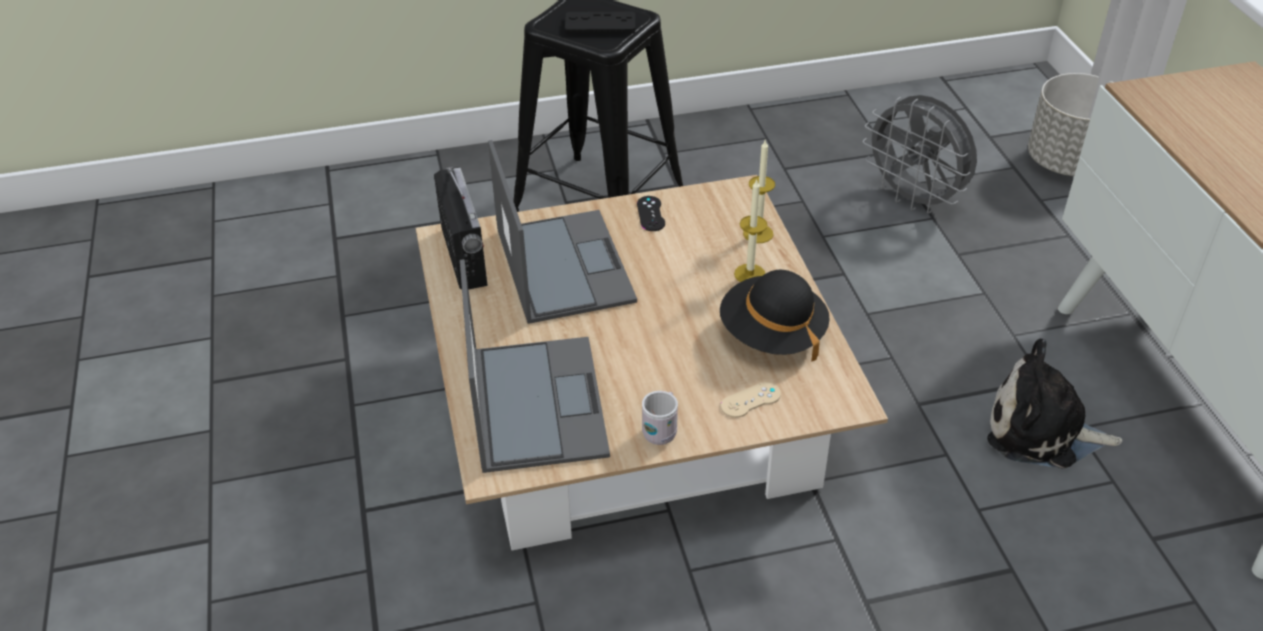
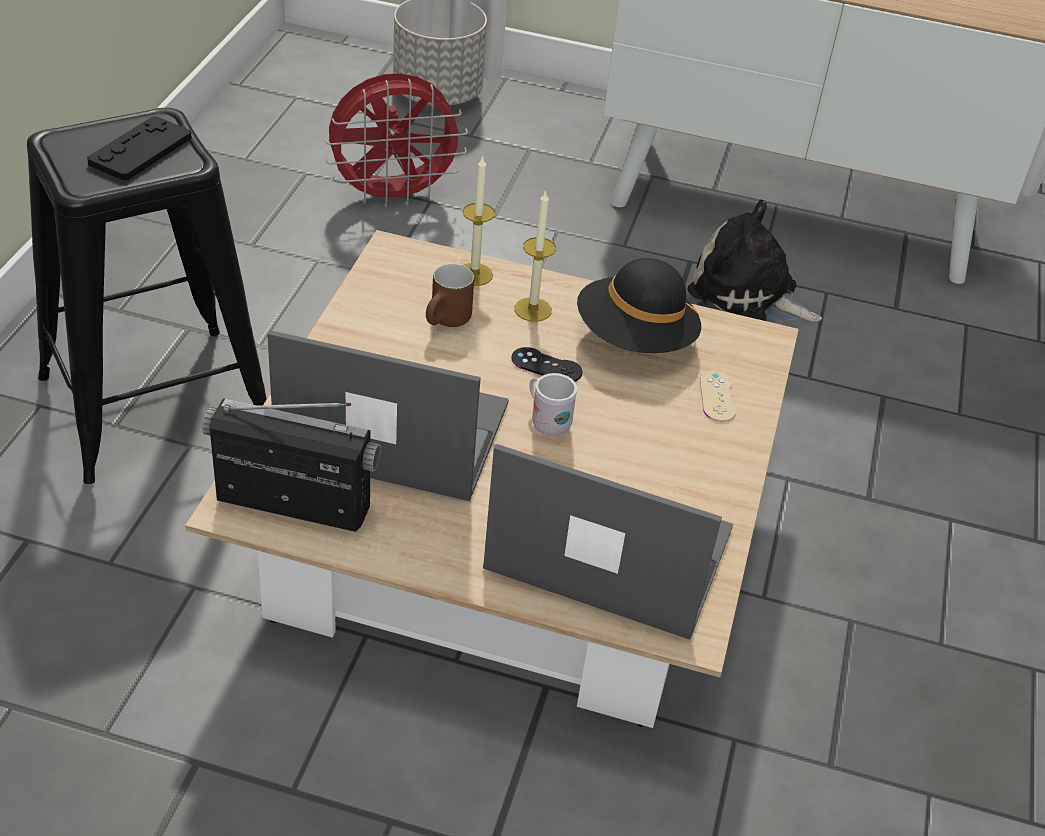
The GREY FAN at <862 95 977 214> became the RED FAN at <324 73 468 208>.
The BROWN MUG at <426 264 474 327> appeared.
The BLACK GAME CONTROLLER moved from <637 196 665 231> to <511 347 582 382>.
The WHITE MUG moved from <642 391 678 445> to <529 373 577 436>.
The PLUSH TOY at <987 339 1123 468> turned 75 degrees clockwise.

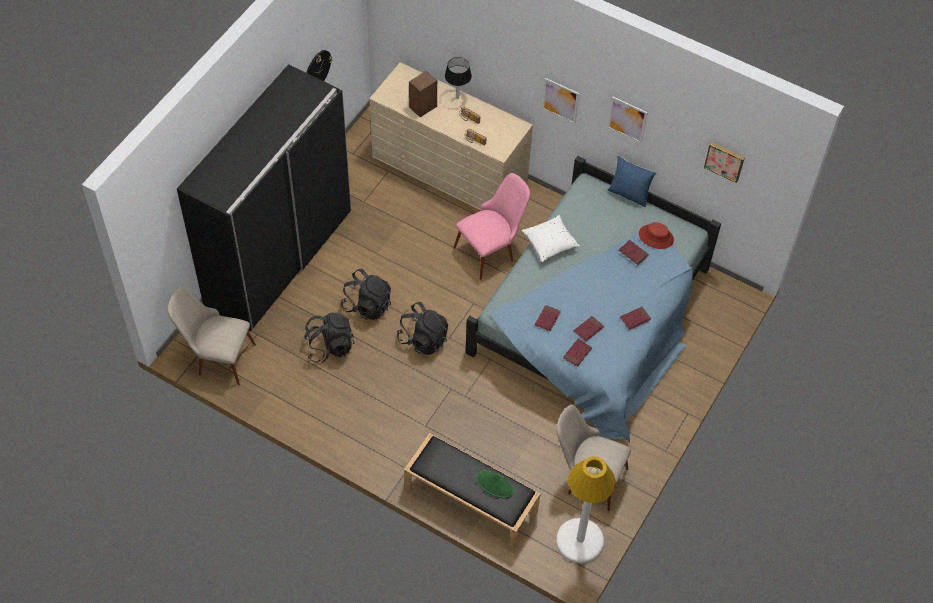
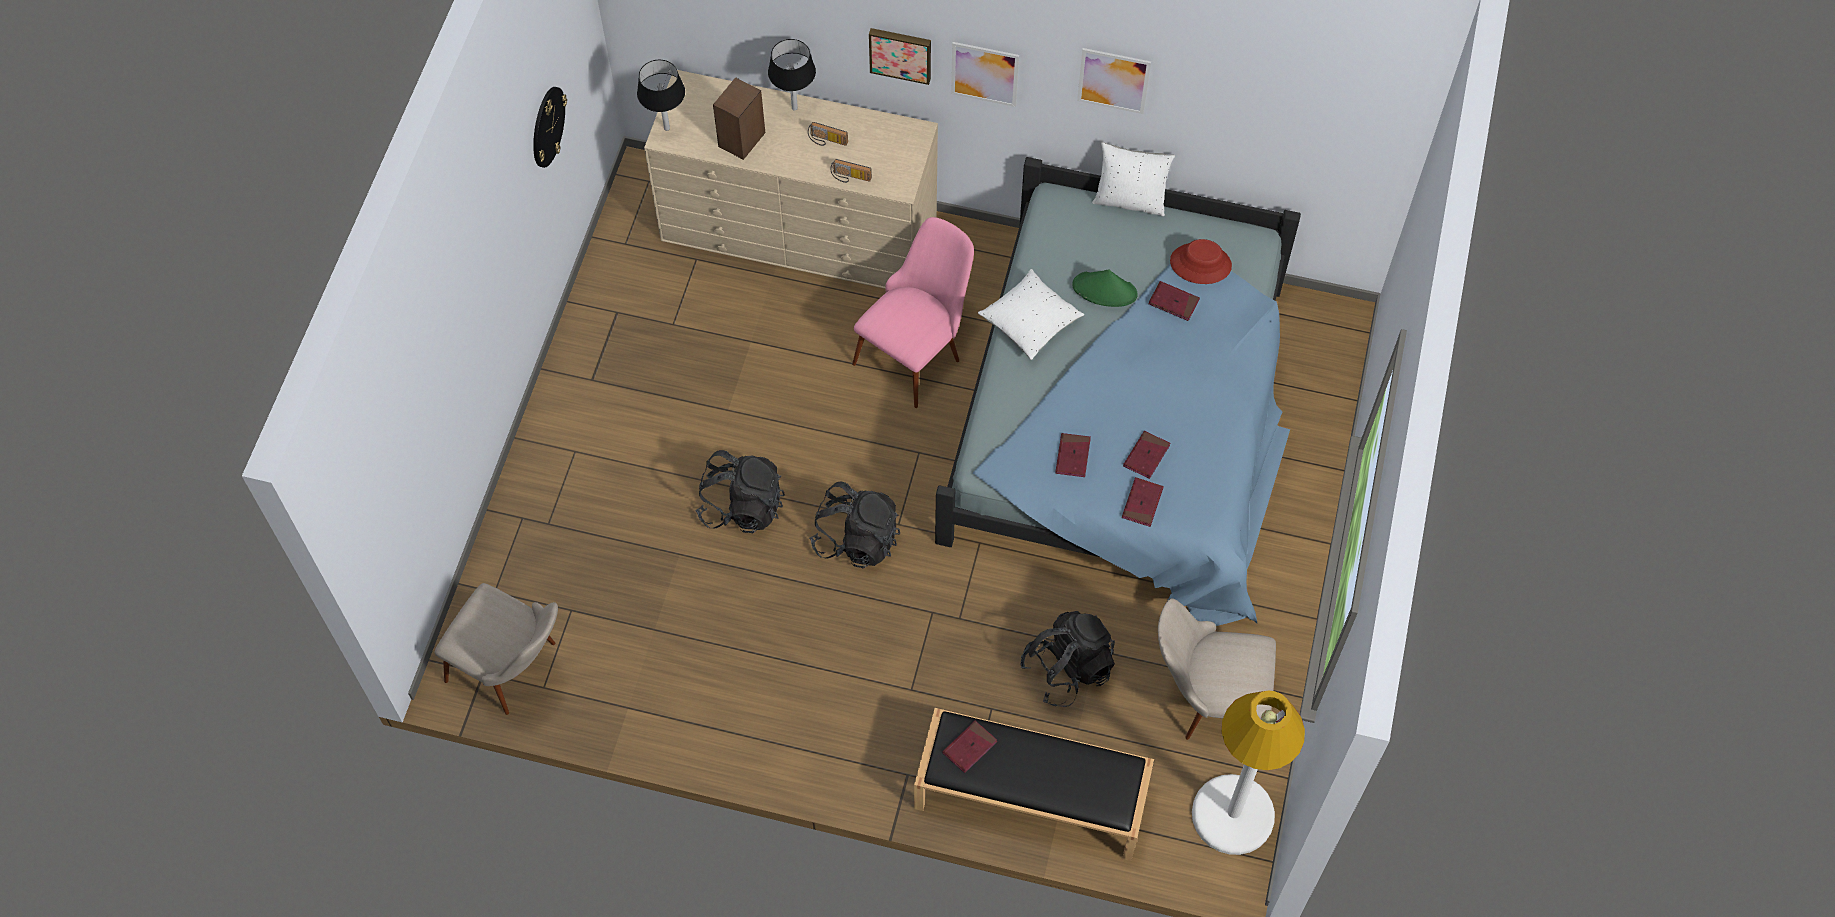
The BEIGE CHAIR at <168 287 256 385> turned 150 degrees counterclockwise.
The BLACK TABLE LAMP at <637 60 685 131> appeared.
The PICTURE moved from <704 142 745 183> to <869 28 931 85>.
The RED BOOK moved from <620 307 651 330> to <943 721 997 773>.
The BLACK BACKPACK moved from <304 313 355 363> to <1020 611 1115 707>.
The GREEN HAT moved from <476 470 514 498> to <1072 269 1138 307>.
The BLUE PILLOW at <607 156 657 207> became the WHITE PILLOW at <1092 142 1175 216>.
The BLACK WARDROBE at <177 64 351 331> disappeared.

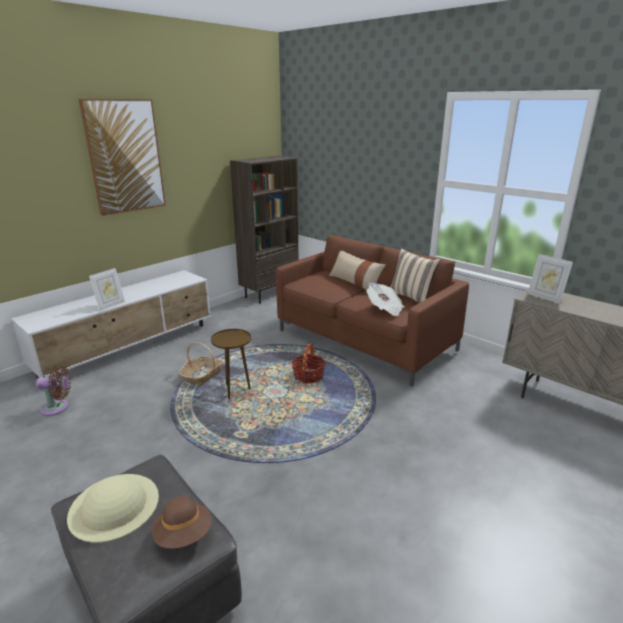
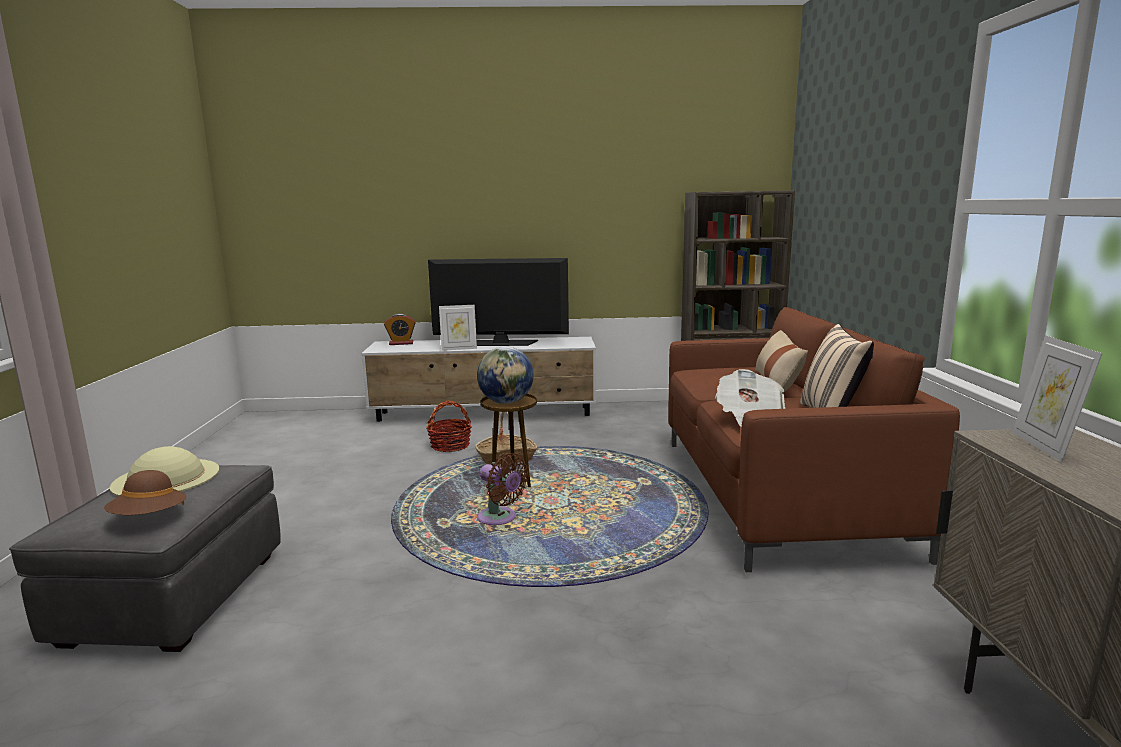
The ALARM CLOCK at <384 314 415 345> appeared.
The BASKET moved from <292 343 326 384> to <426 401 471 452>.
The TELEVISION at <428 258 569 346> appeared.
The GLOBE at <477 346 534 404> appeared.
The BROWN FAN moved from <36 365 71 416> to <477 453 528 525>.
The PICTURE at <79 99 166 216> disappeared.

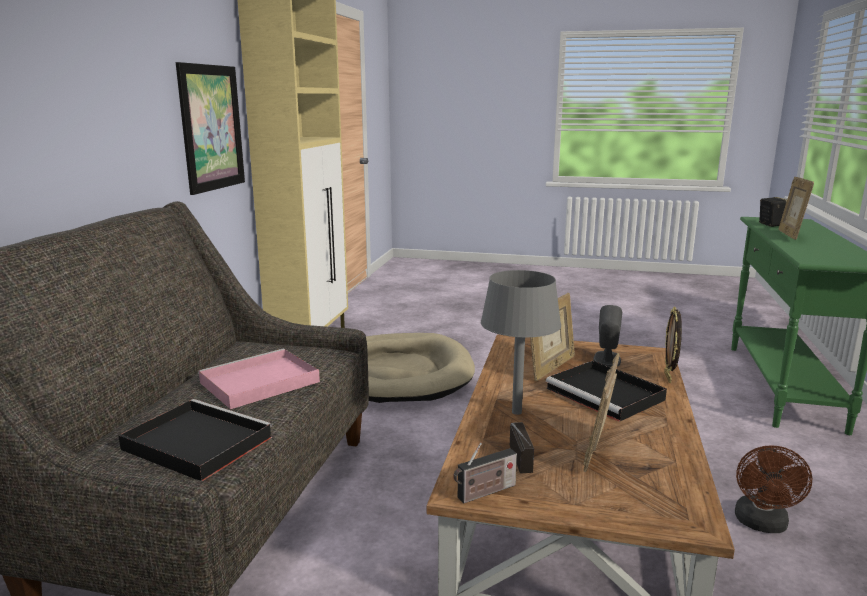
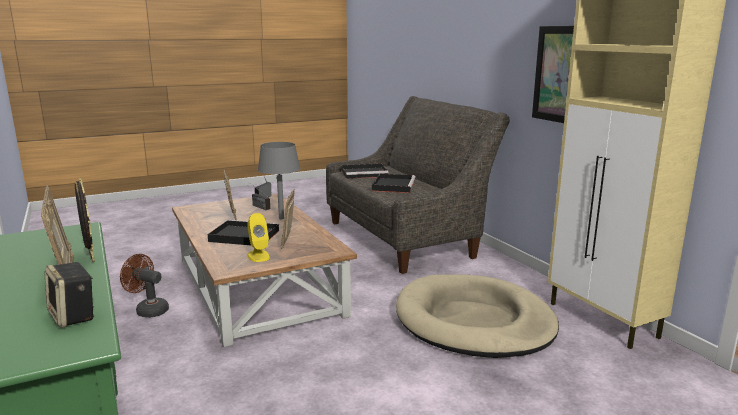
The PICTURE FRAME moved from <664 307 682 383> to <75 178 95 262>.
The BROWN FAN at <735 445 812 533> turned 45 degrees counterclockwise.
The GREY SPEAKER at <593 305 622 367> became the YELLOW SPEAKER at <247 213 270 262>.
The PINK TRAY at <198 348 320 409> became the BLACK TRAY at <372 174 416 193>.

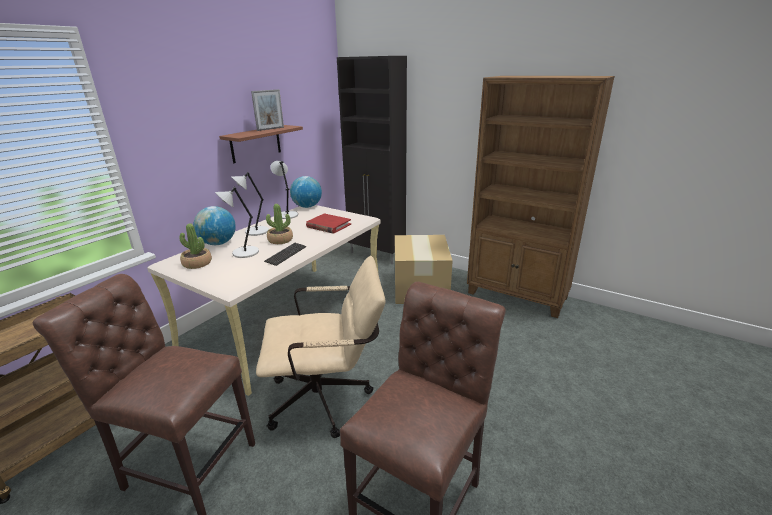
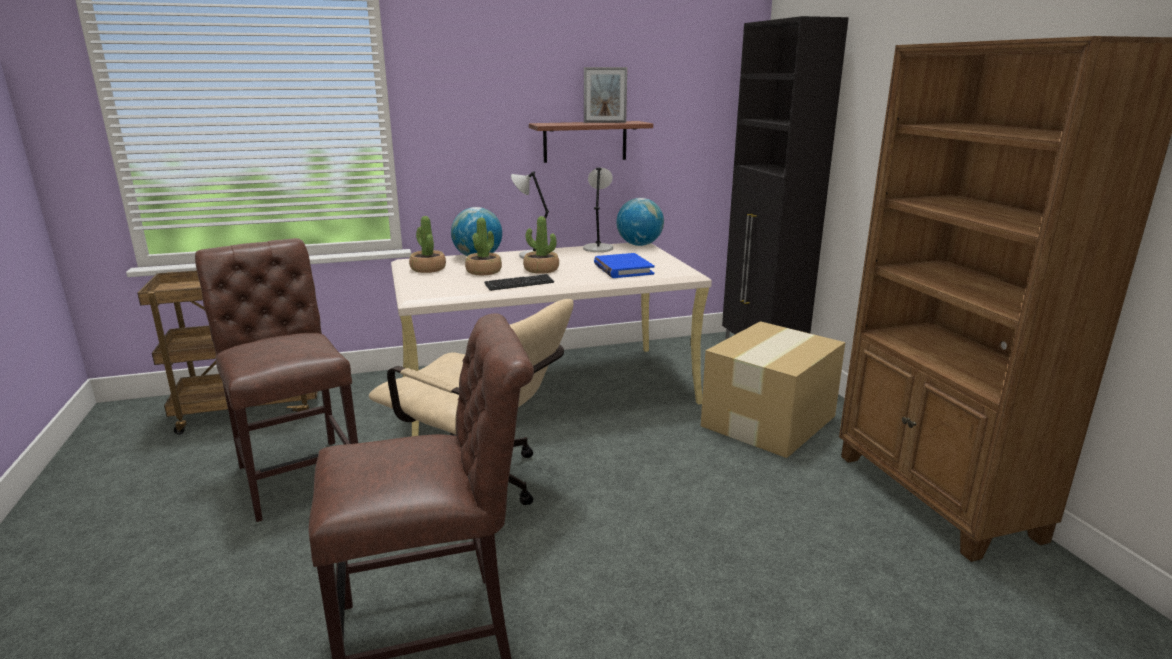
The GREY TABLE LAMP at <215 187 259 258> was replaced by the POTTED PLANT at <465 218 502 275>.
The RED BOOK at <306 213 351 234> became the BLUE BOOK at <594 253 655 278>.

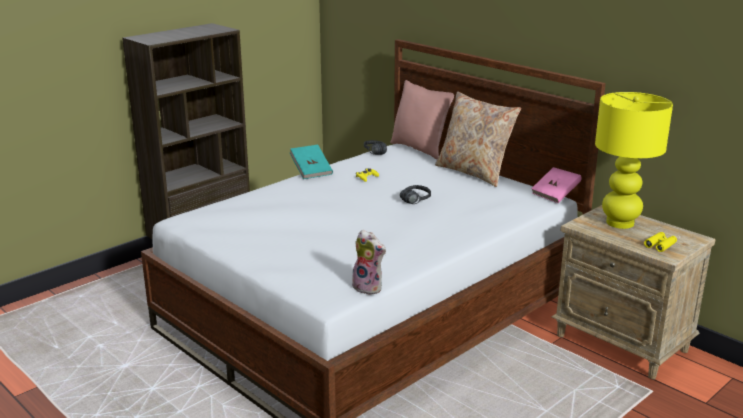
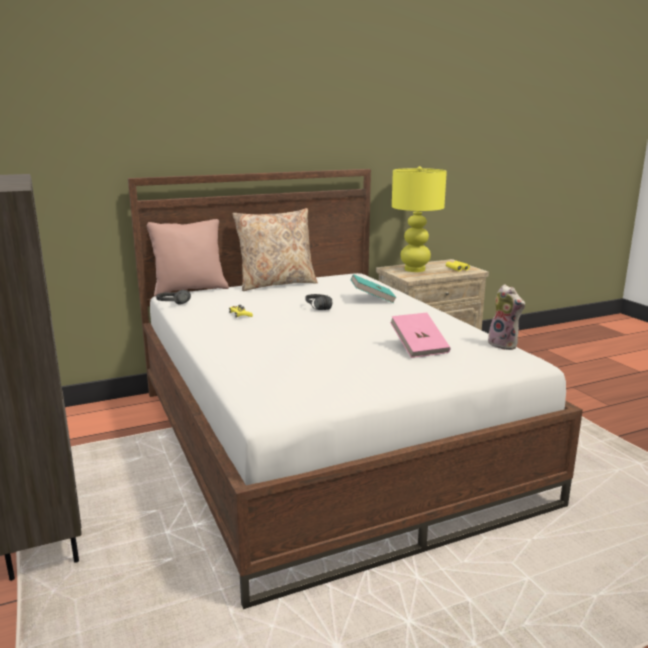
The TURQUOISE BOOK moved from <290 145 333 179> to <351 274 397 303>.
The PINK BOOK moved from <531 167 581 203> to <390 313 451 358>.
The PLUSH TOY at <352 229 386 295> turned 90 degrees clockwise.

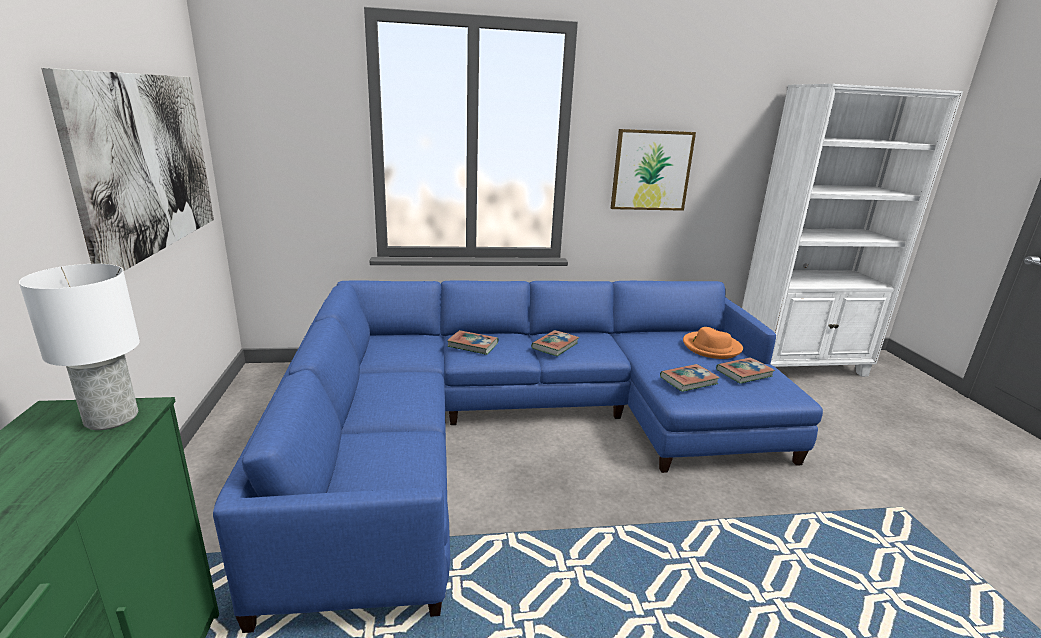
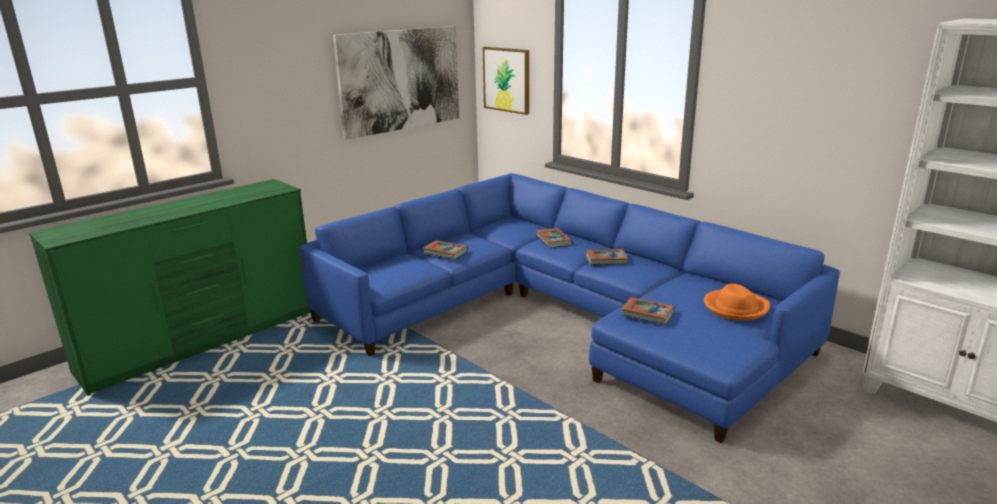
The BOOK moved from <716 357 775 384> to <423 240 468 260>.
The PICTURE moved from <611 129 696 211> to <483 47 529 115>.
The WHITE TABLE LAMP at <19 264 140 430> disappeared.

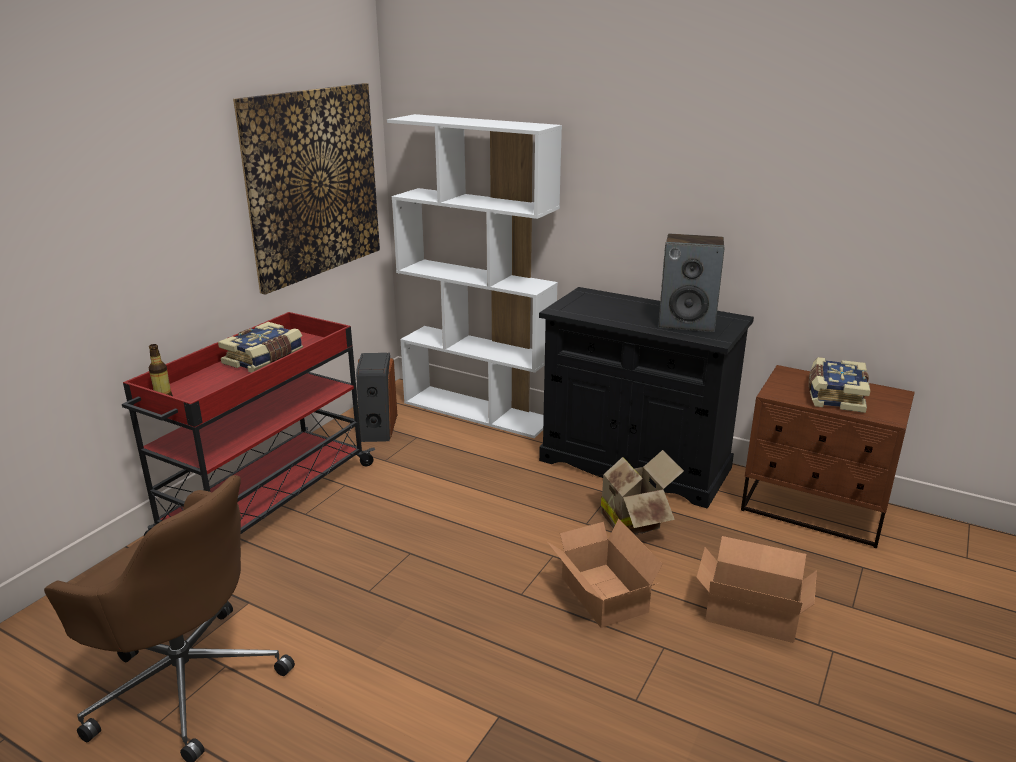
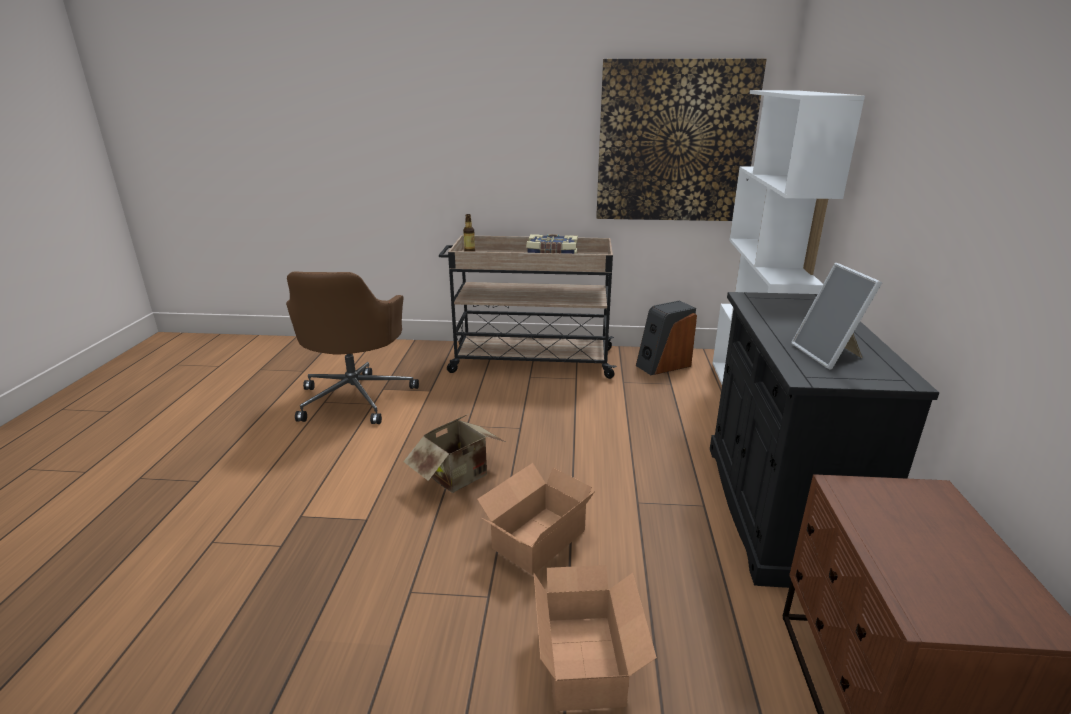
The CARDBOARD BOX moved from <592 450 684 535> to <403 413 505 493>.
The RED CART at <122 312 375 536> became the BEIGE CART at <439 235 617 379>.
The SPEAKER at <658 234 725 332> was replaced by the PICTURE FRAME at <791 263 882 370>.
The BOOK at <809 357 870 413> disappeared.

